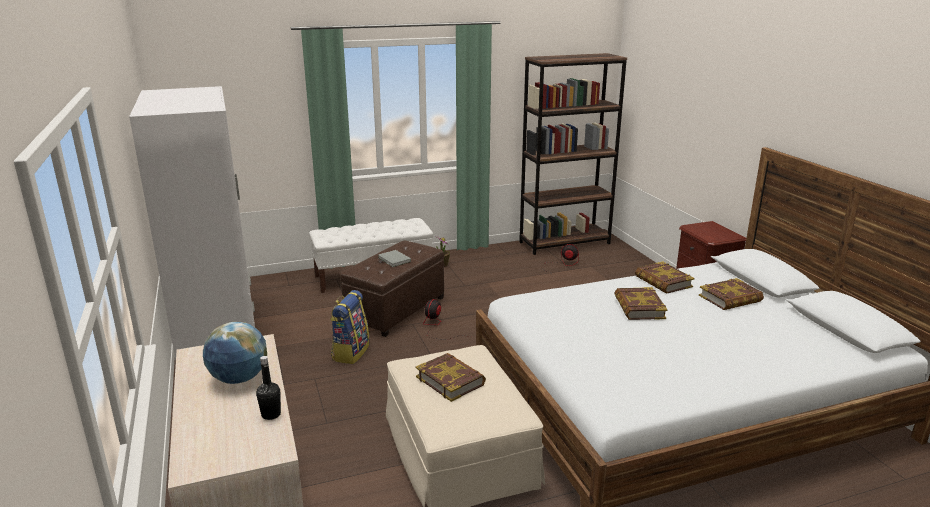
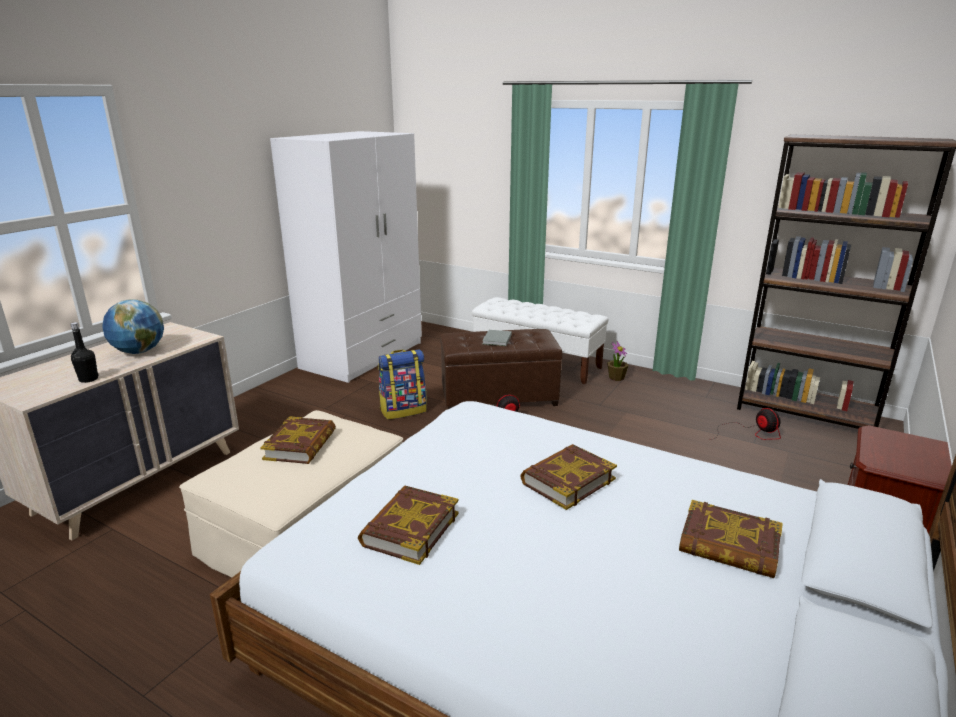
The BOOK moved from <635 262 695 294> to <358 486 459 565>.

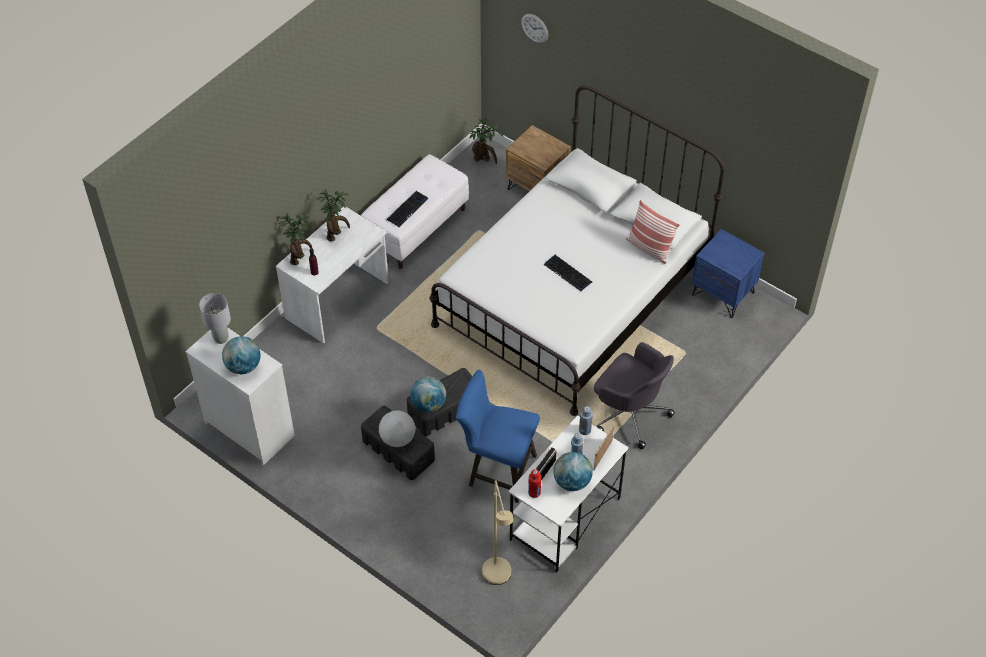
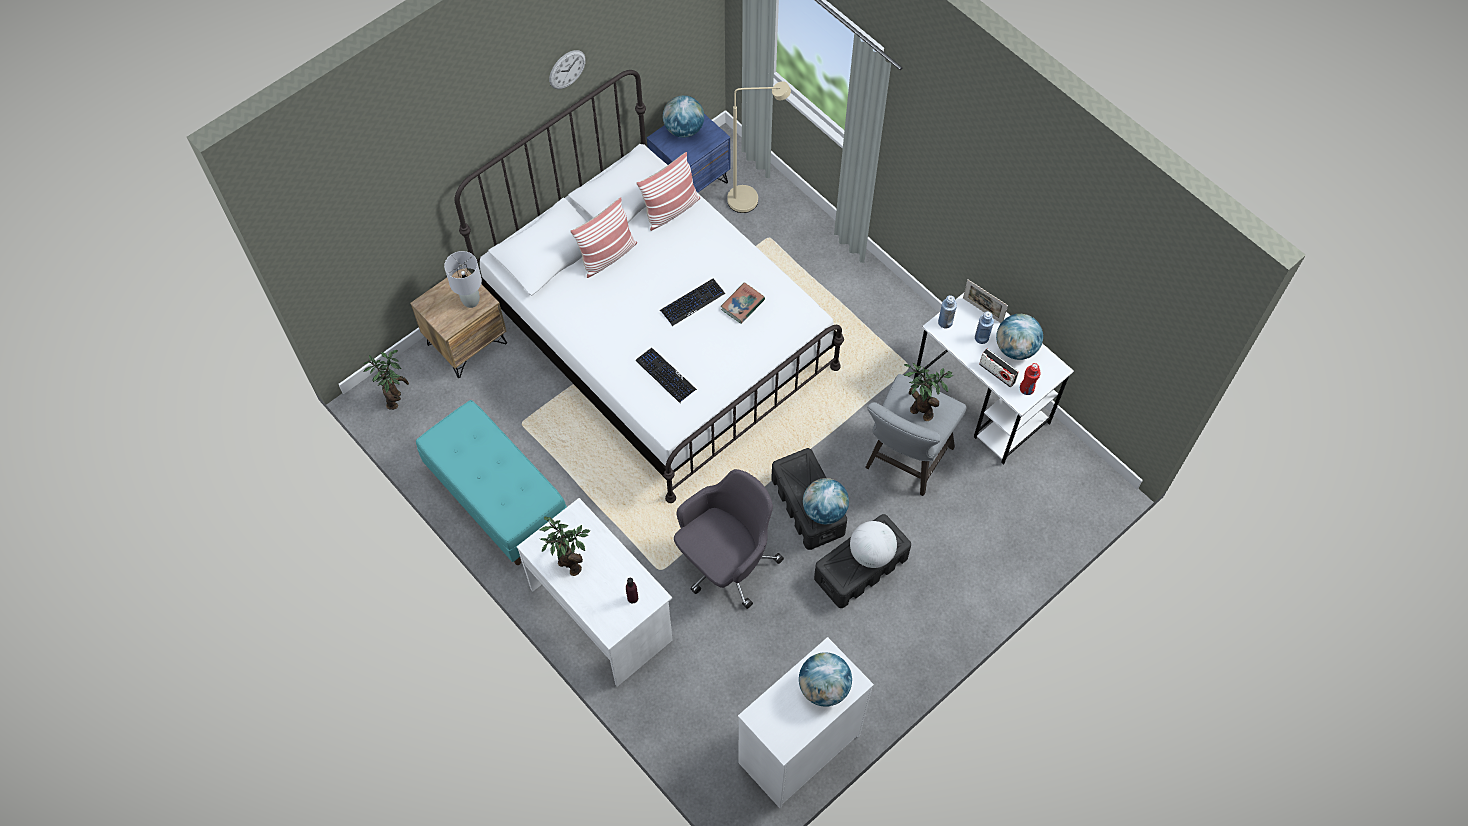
The WHITE BENCH at <361 154 469 269> became the TURQUOISE BENCH at <416 400 567 565>.
The GREY TABLE LAMP moved from <199 293 231 344> to <444 251 482 308>.
The WALL CLOCK moved from <521 14 548 43> to <549 50 586 89>.
The PILLOW at <570 197 637 278> appeared.
The KEYBOARD moved from <386 191 429 227> to <636 348 697 403>.
The GLOBE at <663 95 704 138> appeared.
The GREY OFFICE CHAIR moved from <594 342 675 449> to <674 469 784 609>.
The BOOK at <721 282 765 324> appeared.
The BEIGE FLOOR LAMP moved from <482 480 513 585> to <727 81 791 213>.
The BLUE STOOL at <456 370 540 503> became the GREY STOOL at <865 374 967 496>.
The POTTED PLANT moved from <278 213 312 265> to <904 362 953 421>.

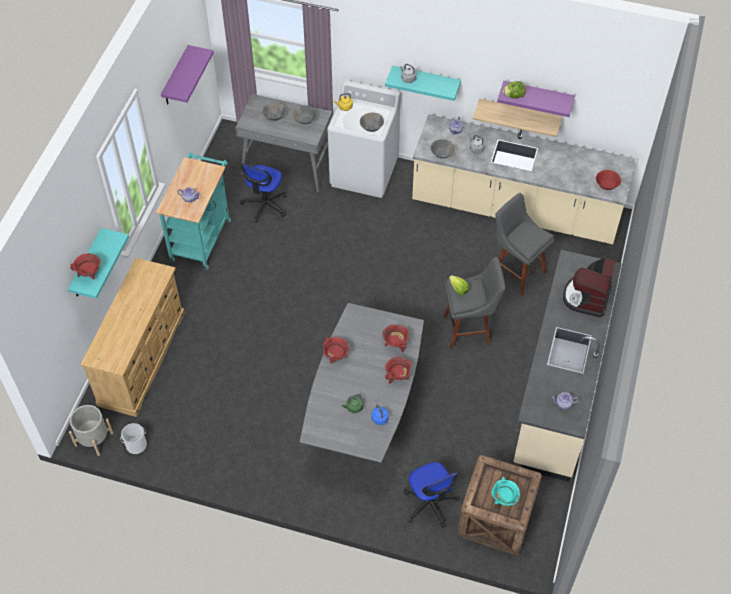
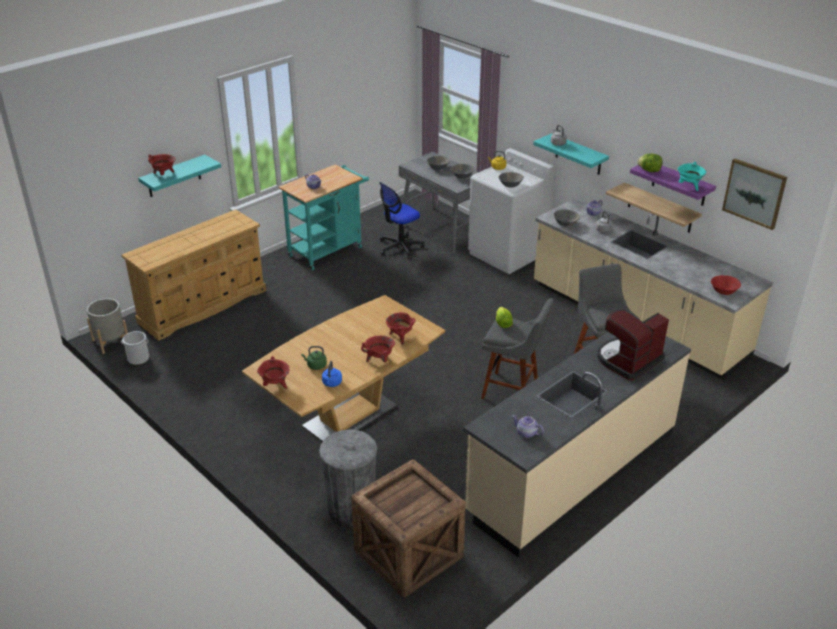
The GREY DINING TABLE at <300 303 424 463> became the BROWN DINING TABLE at <242 295 445 442>.
The RED COOKING POT moved from <323 337 349 363> to <257 356 290 389>.
The OFFICE CHAIR at <404 462 460 528> was replaced by the GREY TRASH CAN at <319 429 377 528>.
The TURQUOISE COOKING POT moved from <491 477 520 506> to <678 162 706 191>.
The PICTURE at <722 159 787 230> appeared.
The PURPLE SHELF at <161 45 214 105> disappeared.

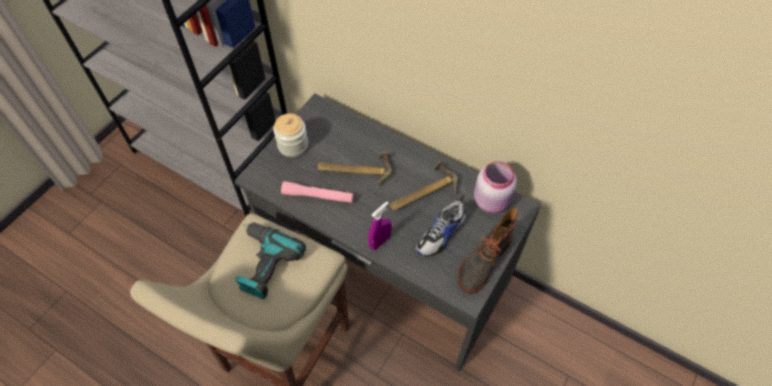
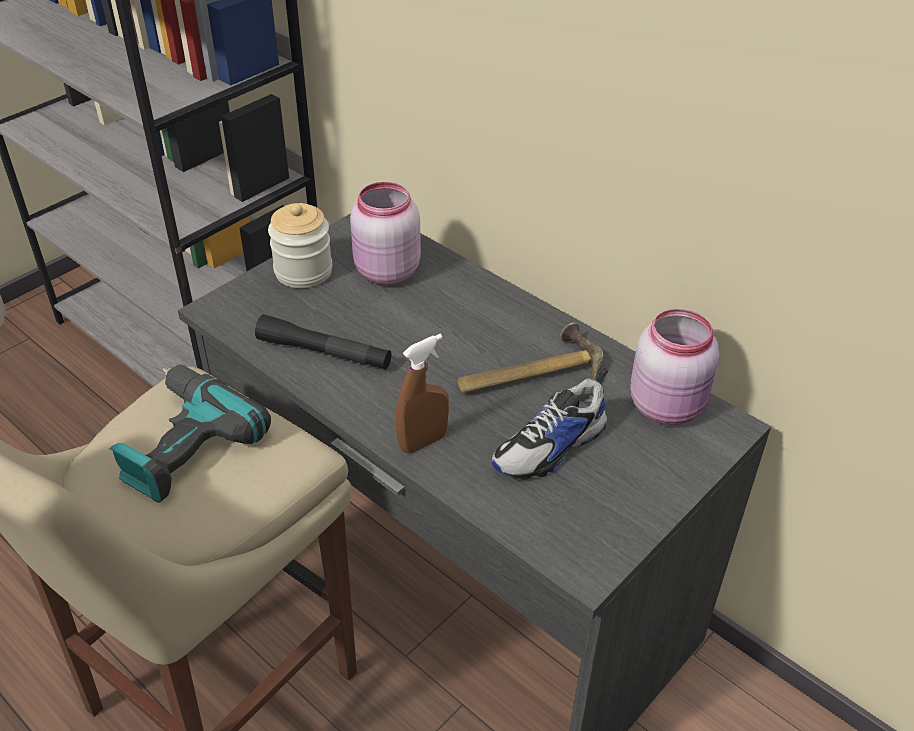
The PINK FLASHLIGHT at <281 181 353 203> became the BLACK FLASHLIGHT at <255 314 391 370>.
The PINK JAR at <350 182 421 285> appeared.
The PURPLE SPRAY BOTTLE at <368 202 391 250> became the BROWN SPRAY BOTTLE at <395 334 449 453>.
The HAMMER at <318 152 391 186> disappeared.
The BOOT at <458 207 518 294> disappeared.

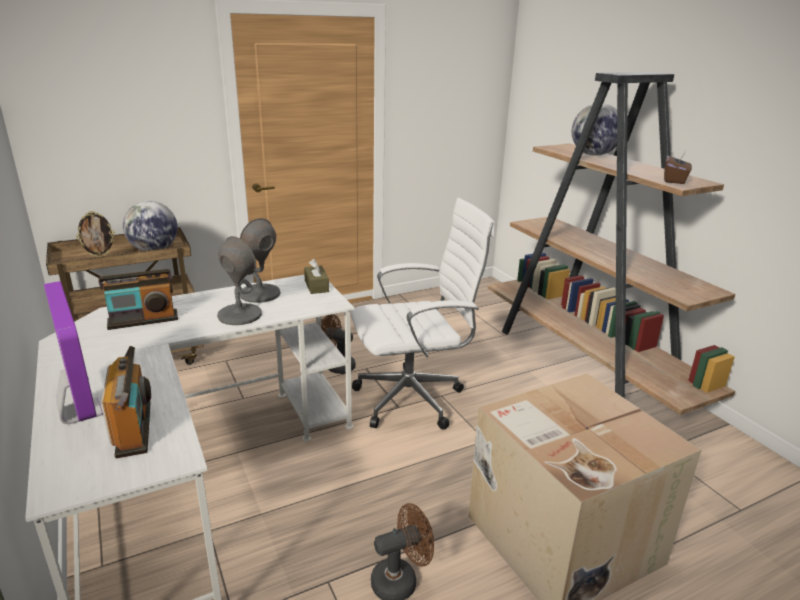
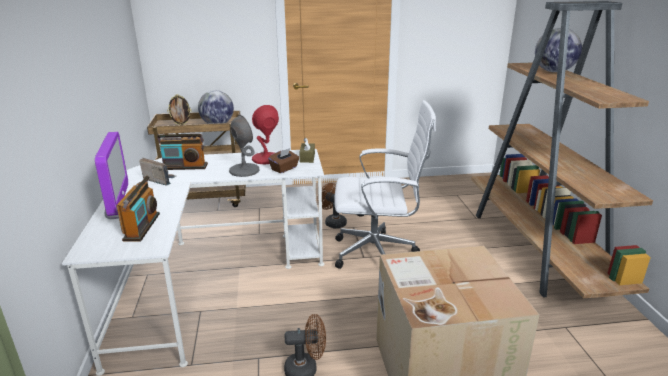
The RADIO at <139 158 176 186> appeared.
The GREY TABLE LAMP at <239 218 280 303> became the RED TABLE LAMP at <252 105 279 164>.
The BROWN TISSUE BOX moved from <664 152 692 184> to <268 148 299 173>.

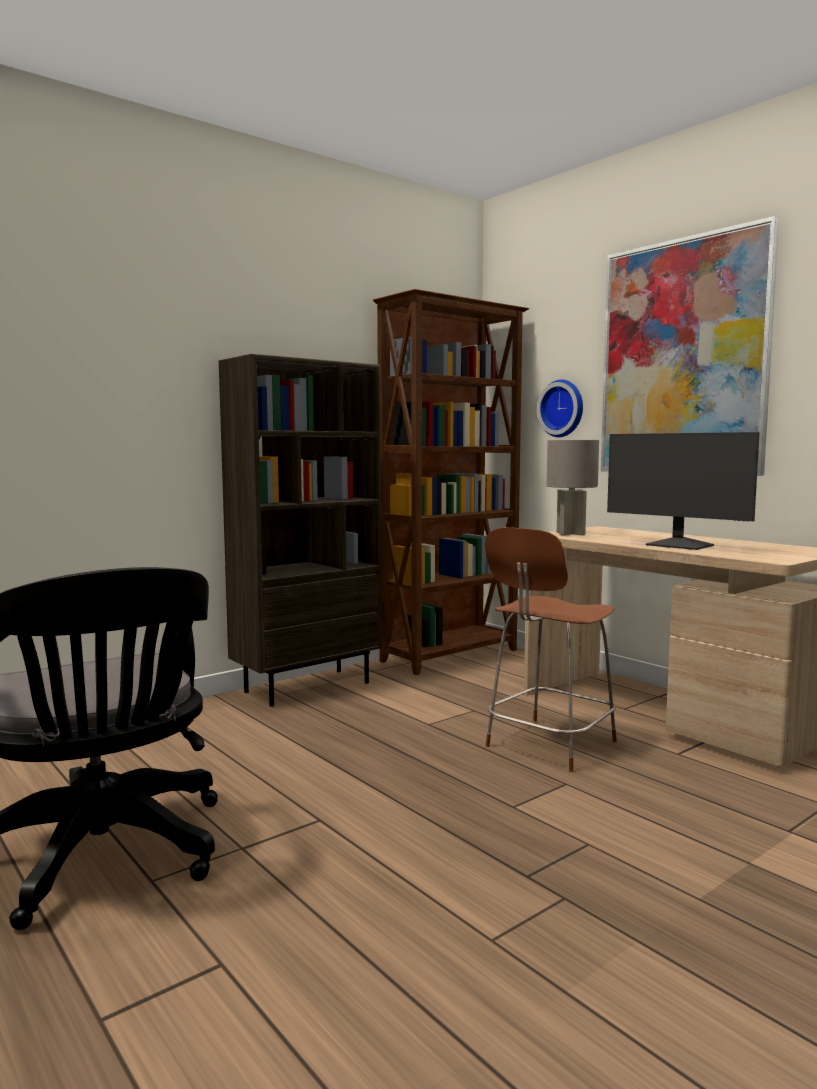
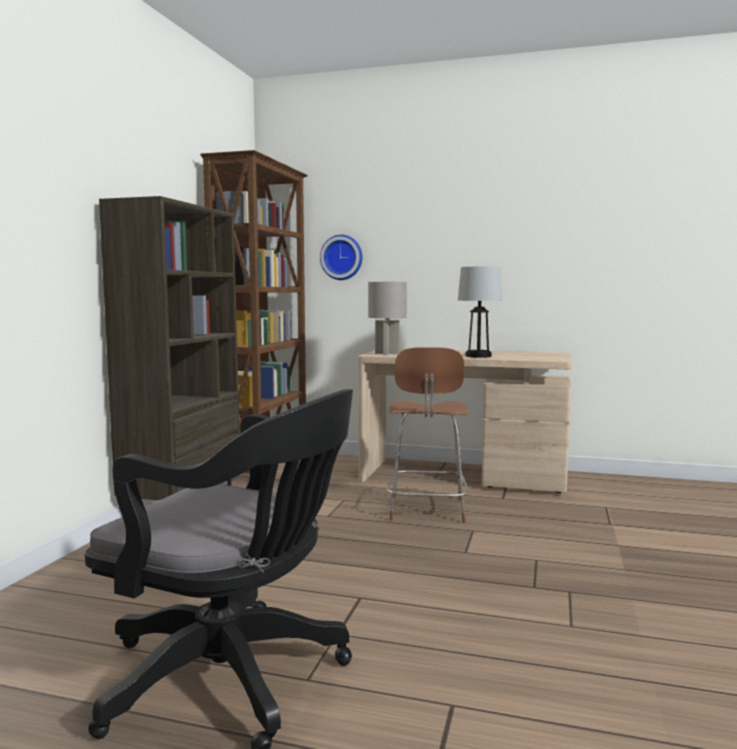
The MONITOR at <607 432 760 550> was replaced by the TABLE LAMP at <458 266 502 358>.
The PICTURE at <601 216 779 476> disappeared.

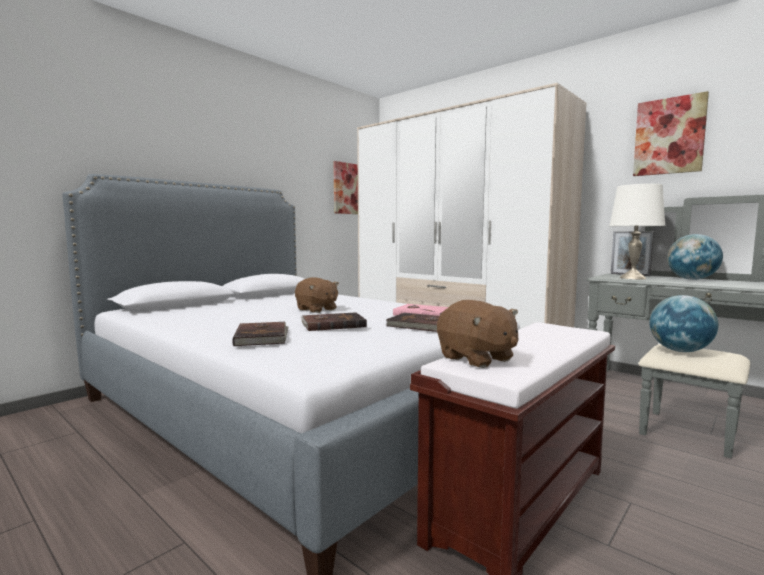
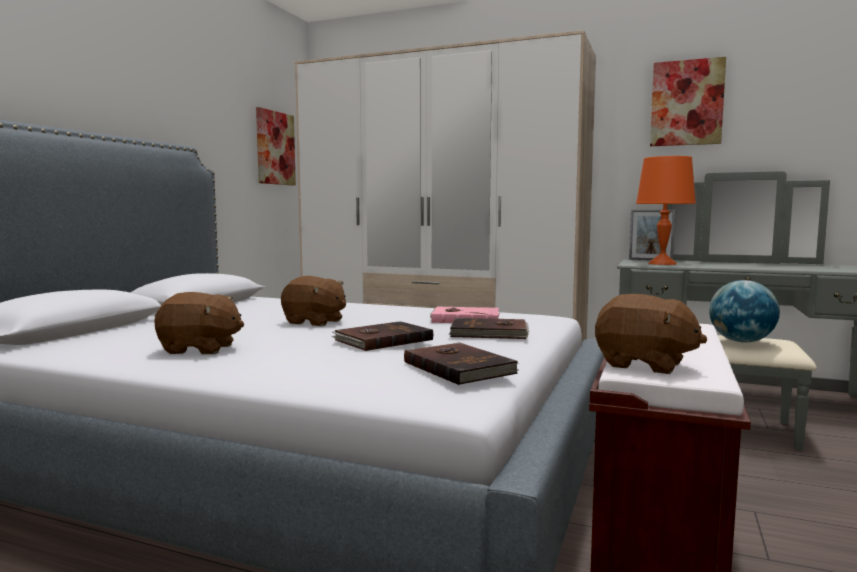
The BROWN PLUSH TOY at <154 292 244 354> appeared.
The BROWN BOOK moved from <232 322 289 346> to <404 343 519 385>.
The WHITE TABLE LAMP at <609 184 666 279> became the ORANGE TABLE LAMP at <636 156 696 265>.
The GLOBE at <667 234 723 280> disappeared.

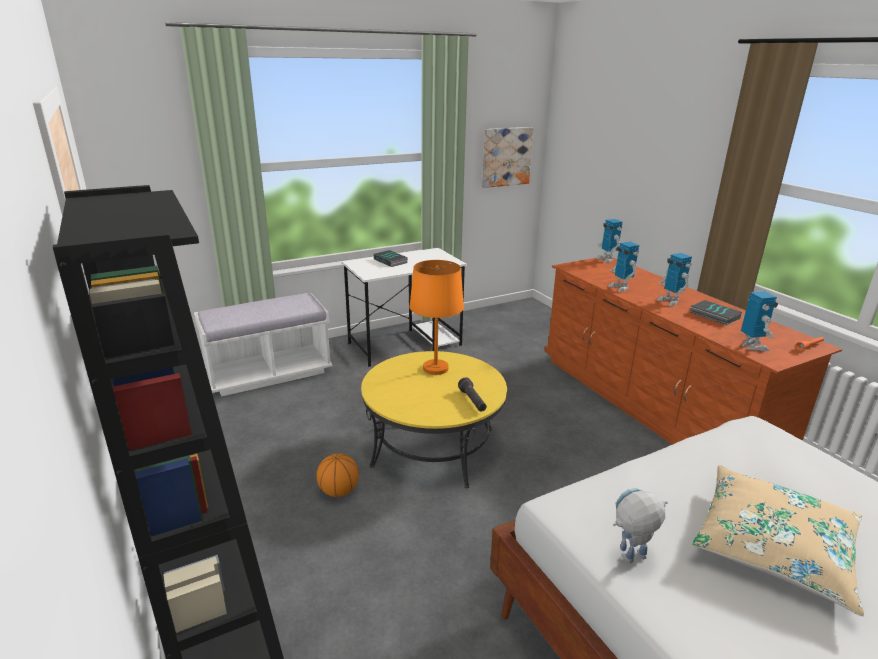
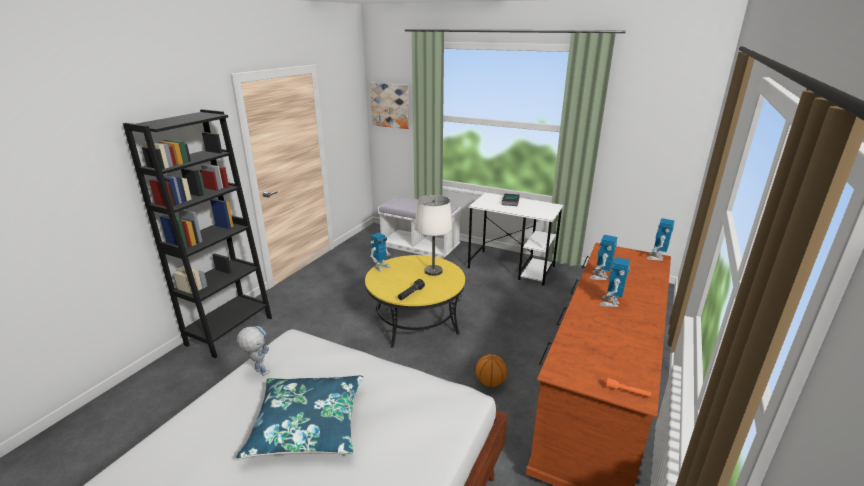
The BEIGE PILLOW at <692 465 864 616> became the BLUE PILLOW at <236 376 363 459>.
The PICTURE moved from <482 127 534 188> to <370 83 409 129>.
The TOY ROBOT moved from <741 291 778 351> to <370 232 390 272>.
The ORANGE TABLE LAMP at <409 260 464 375> became the WHITE TABLE LAMP at <415 195 453 276>.
The BASKETBALL moved from <317 453 359 497> to <476 354 507 387>.
The BOOK at <690 300 742 325> disappeared.

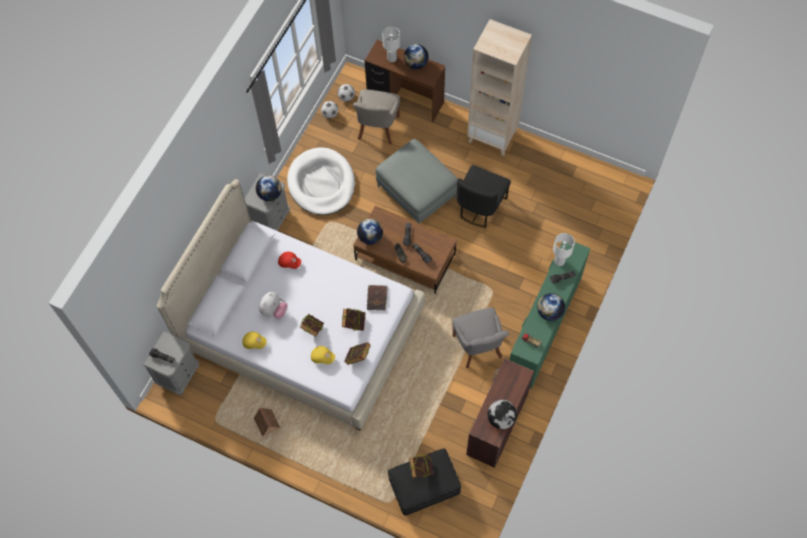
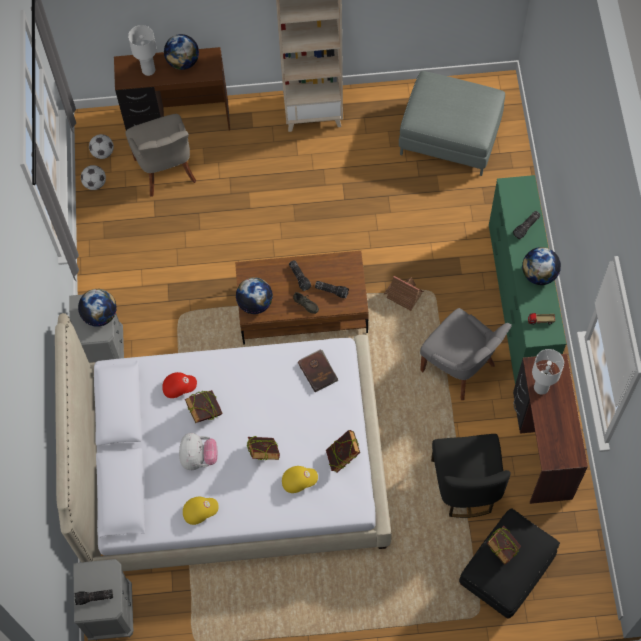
The BOOK moved from <342 308 366 331> to <185 390 223 423>.
The TOY HOUSE moved from <254 407 280 437> to <384 276 423 311>.
The GREY OTTOMAN moved from <376 139 458 224> to <399 71 505 176>.
The BLACK CHAIR moved from <457 165 511 228> to <431 434 511 518>.
The WHITE TABLE LAMP moved from <553 233 575 266> to <532 349 564 395>.
The WHITE DOG BED at <287 147 355 215> disappeared.
The GLOBE at <488 400 517 429> disappeared.

